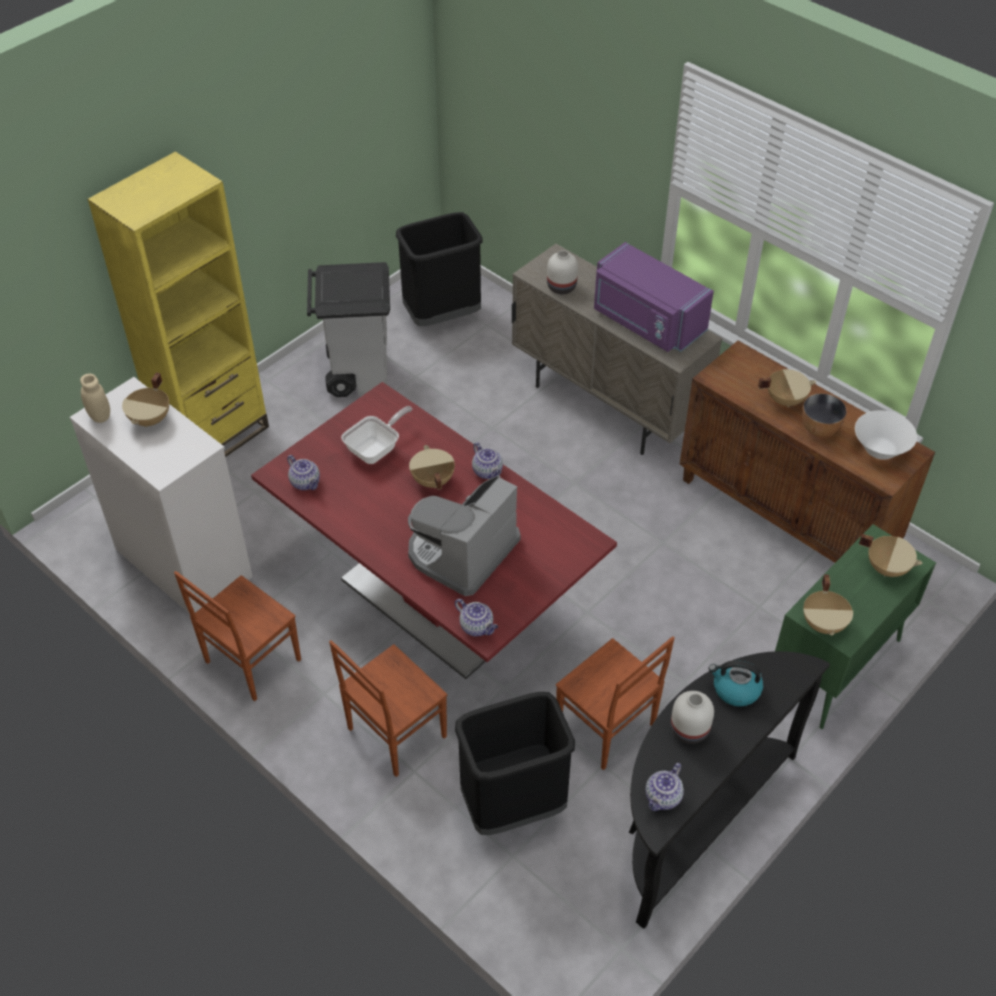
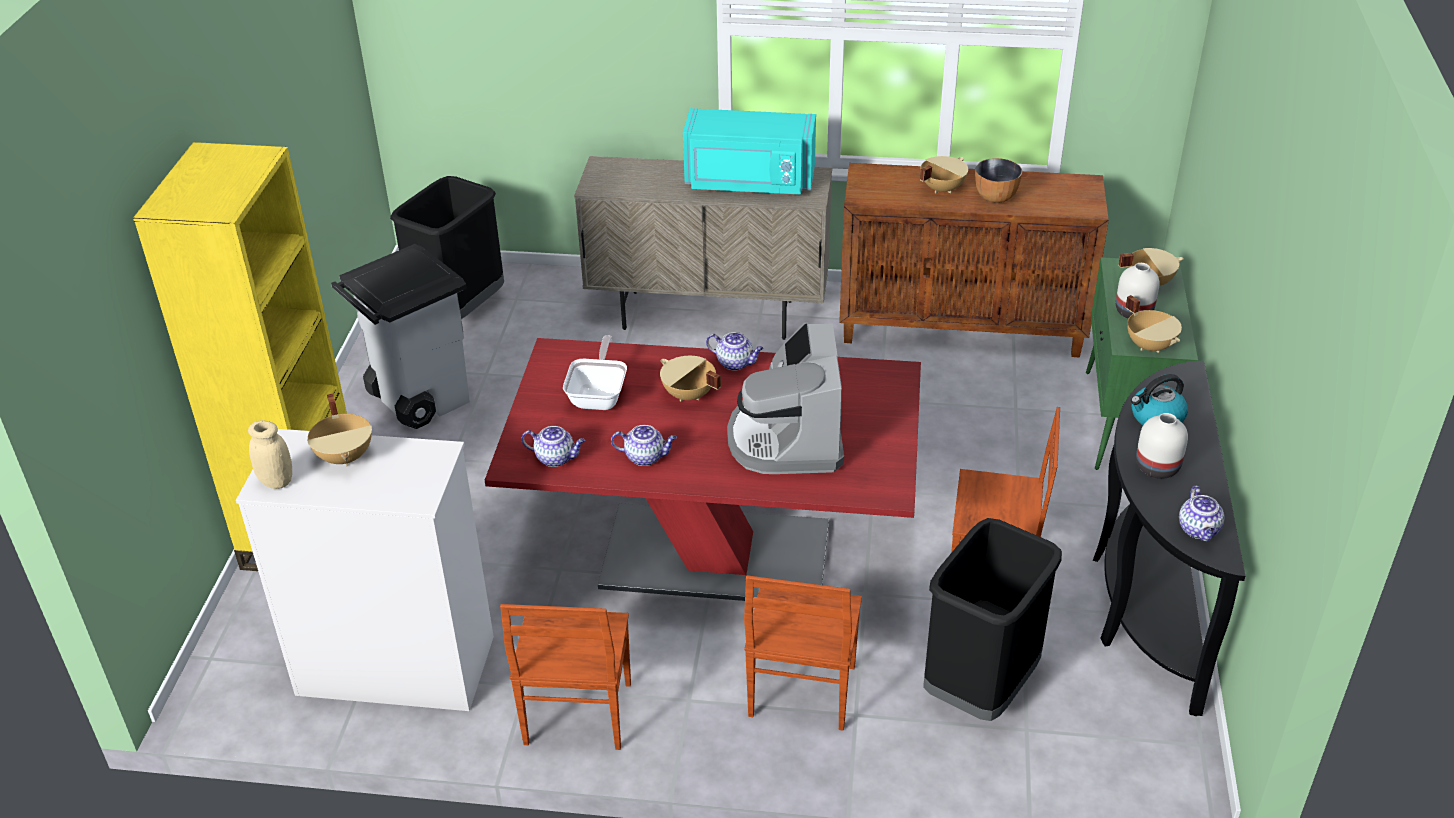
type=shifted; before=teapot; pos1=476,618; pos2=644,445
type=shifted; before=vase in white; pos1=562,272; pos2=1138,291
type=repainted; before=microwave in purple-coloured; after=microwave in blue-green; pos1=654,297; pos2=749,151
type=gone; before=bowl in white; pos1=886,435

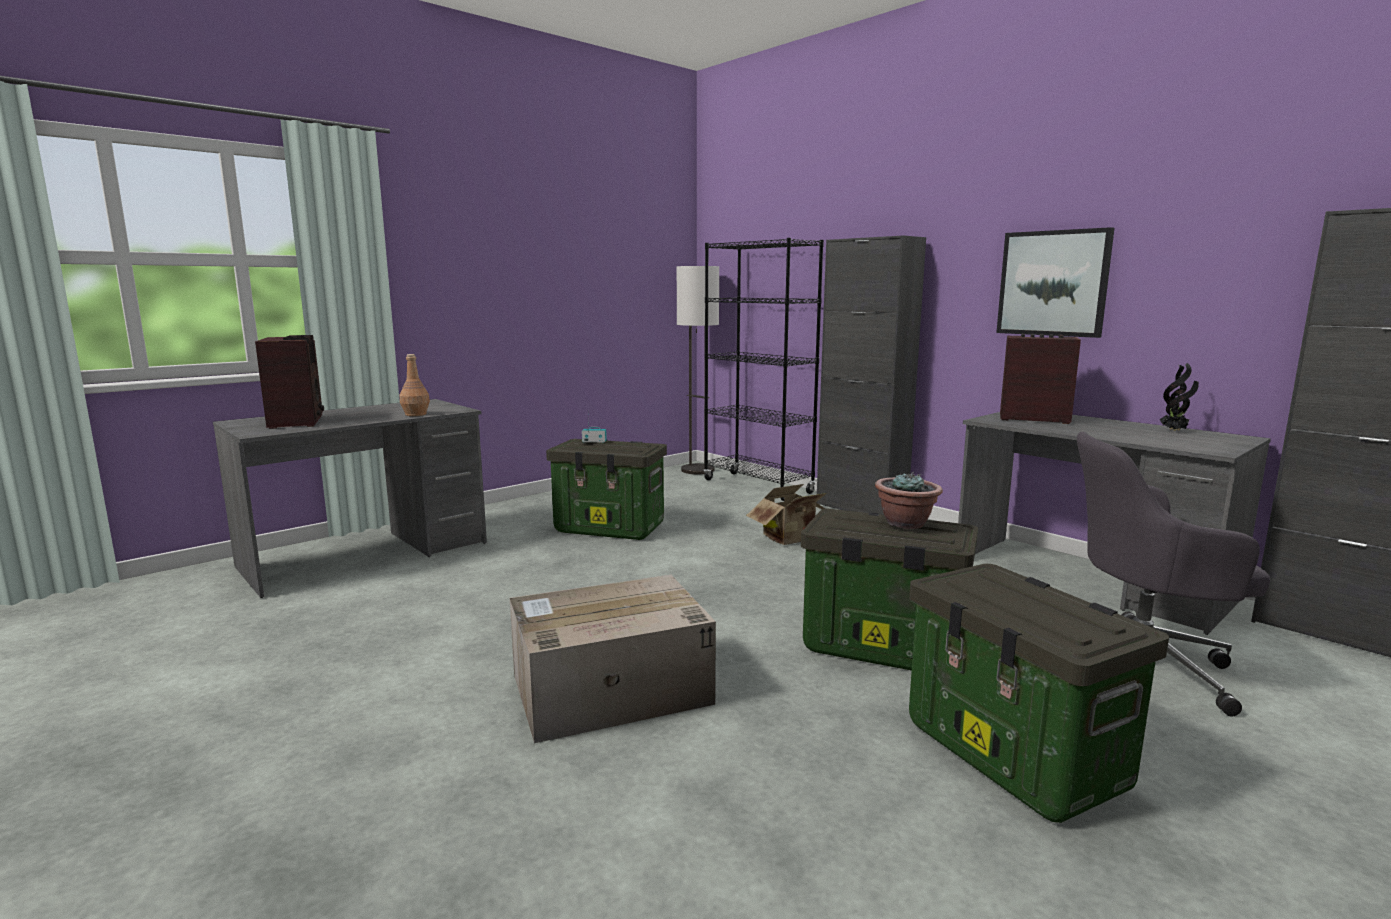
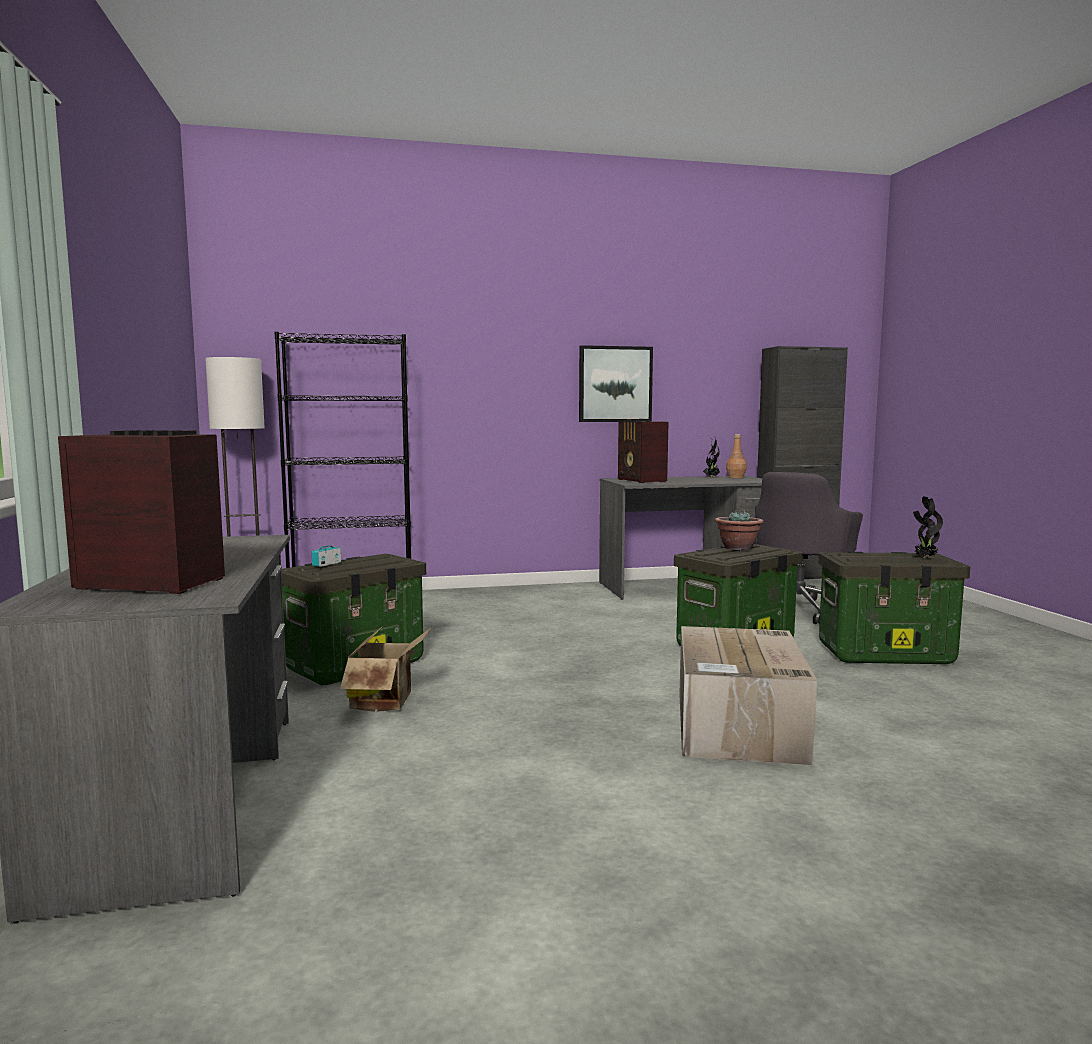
type=shifted; before=drink bottle in brownish; pos1=415,385; pos2=736,456
type=shifted; before=carton; pos1=786,514; pos2=386,668
type=gone; before=cabinet in blackish; pos1=871,375
type=rotated; before=radio set; pos1=1040,379; pos2=643,451; turn=-75
type=new; after=houseplant; pos2=928,527

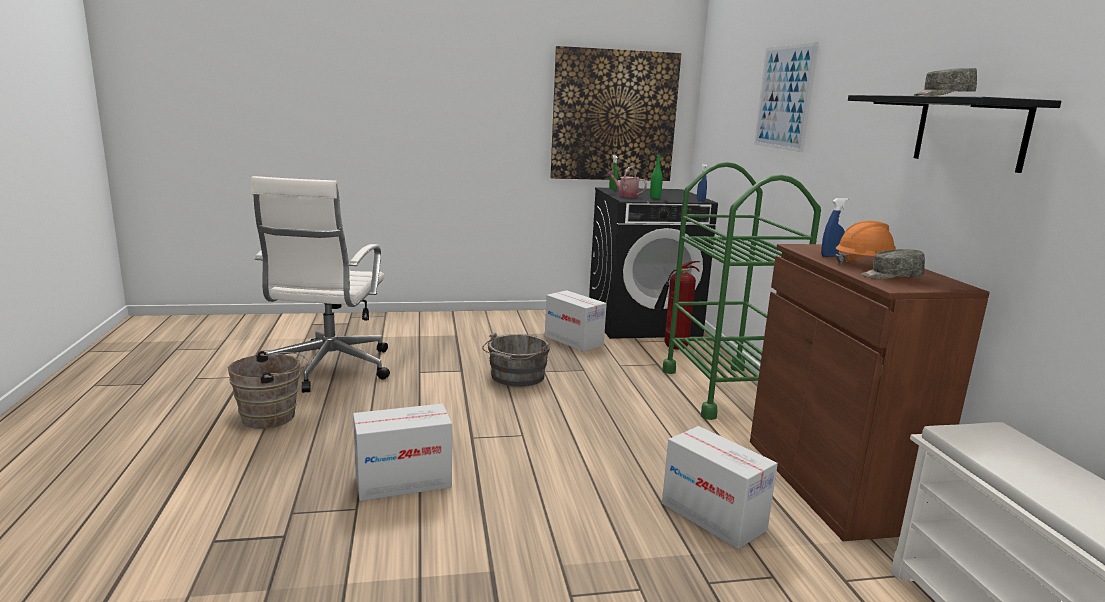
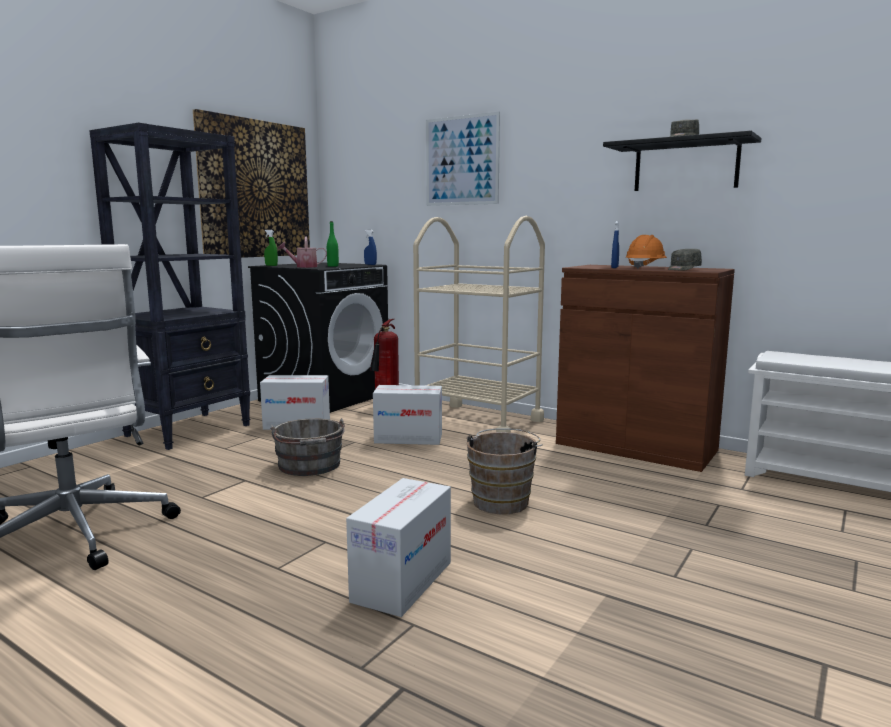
type=shifted; before=water bucket in brownish; pos1=268,390; pos2=504,471
type=repainted; before=cart in green; after=cart in sand-coloured; pos1=741,291; pos2=479,324
type=shifted; before=carton; pos1=720,487; pos2=407,415
type=new; after=shelving unit in blackish; pos2=169,286

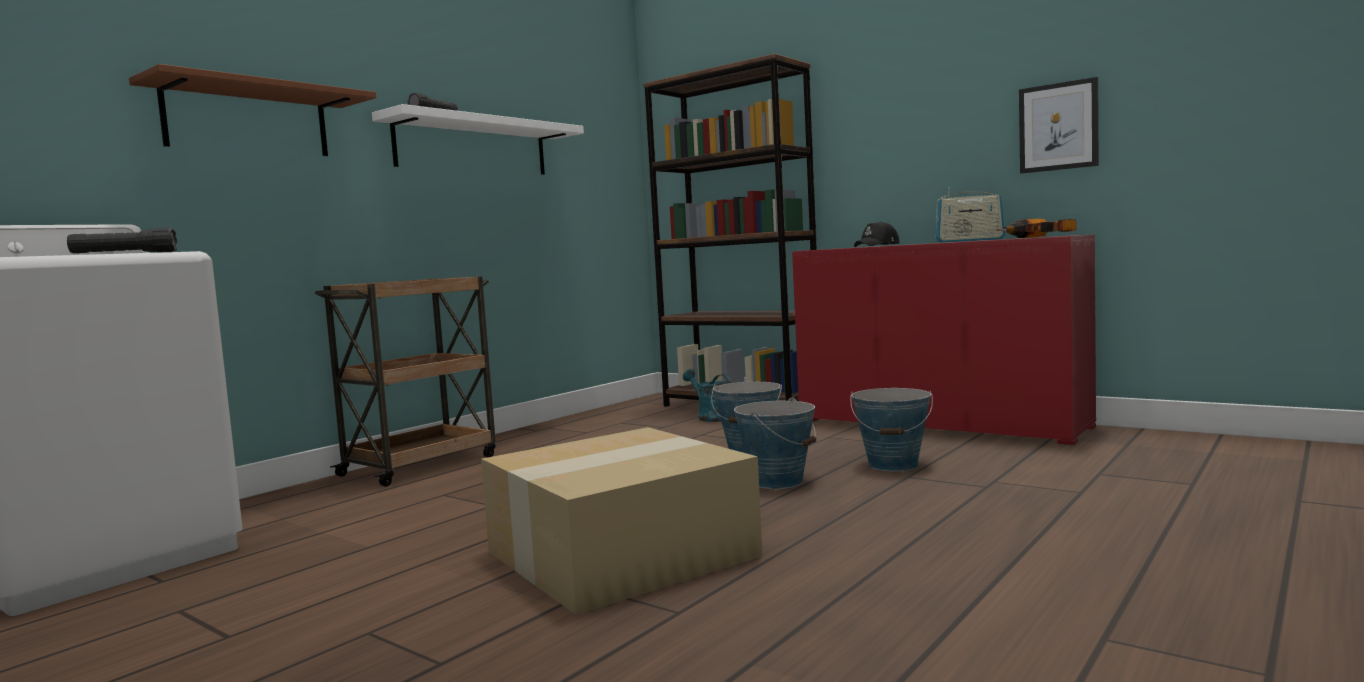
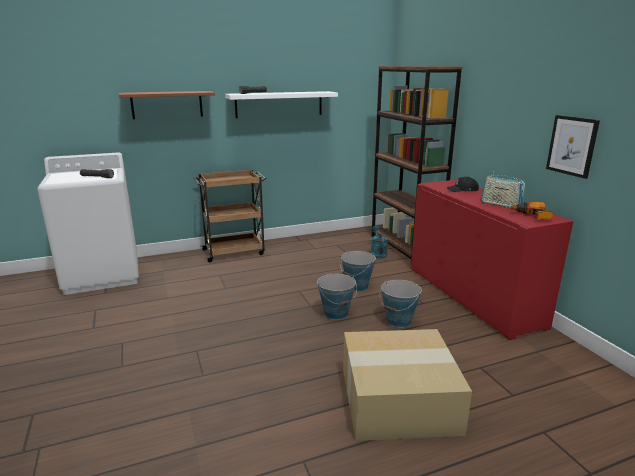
type=shifted; before=carton; pos1=622,521; pos2=407,385

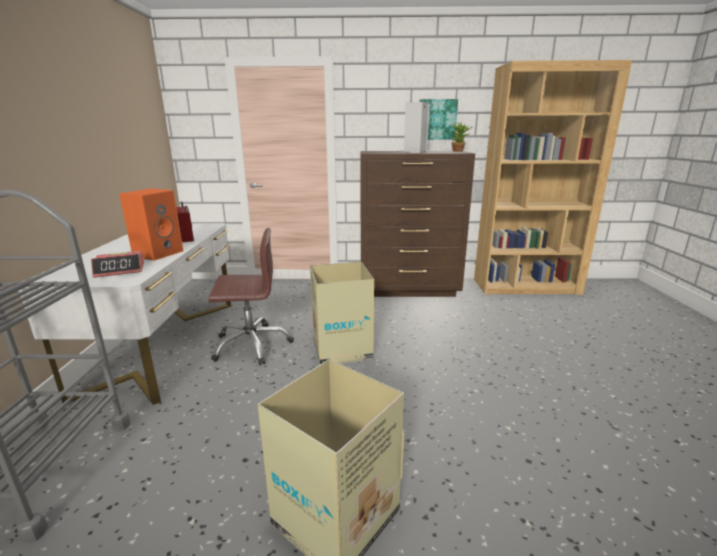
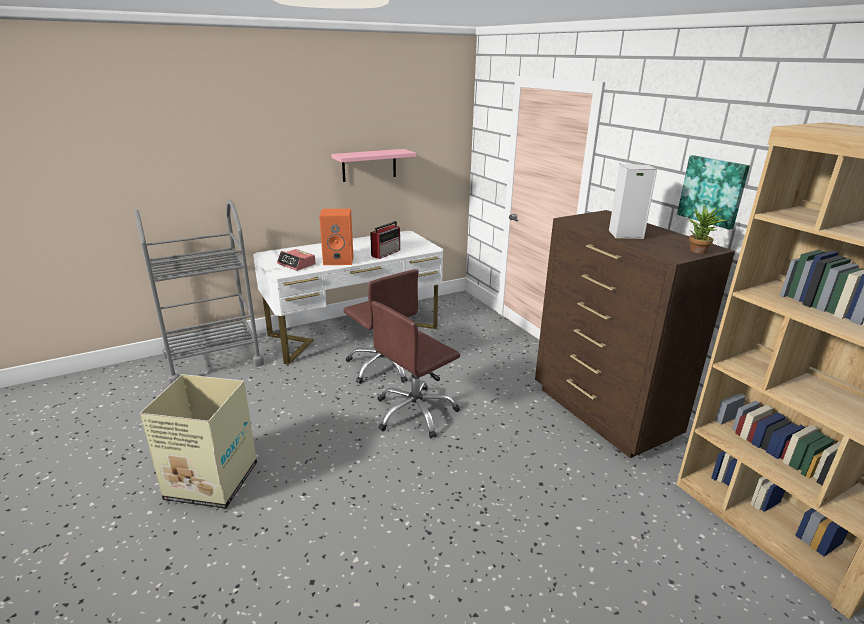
type=swapped; before=carton; after=computer chair in brownish; pos1=342,313; pos2=415,369
type=new; after=shelf in pinkish; pos2=373,165

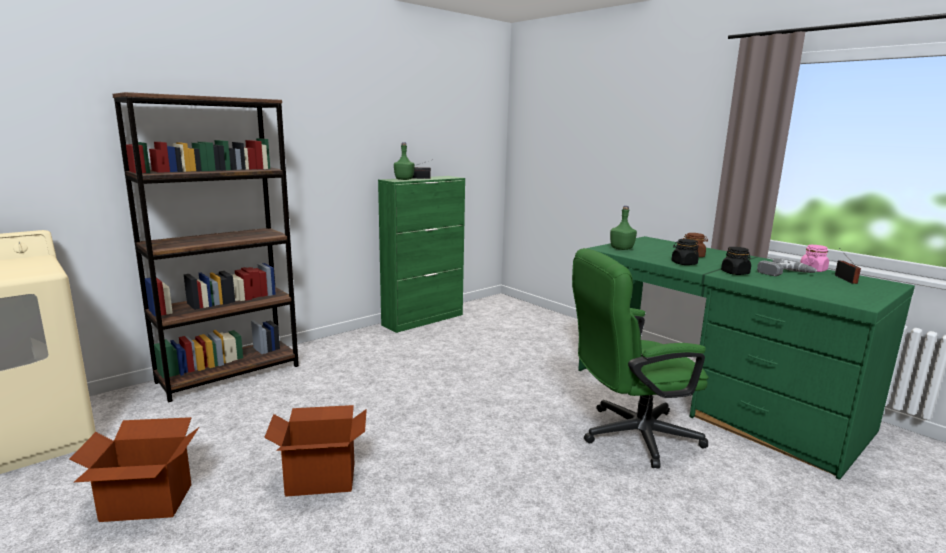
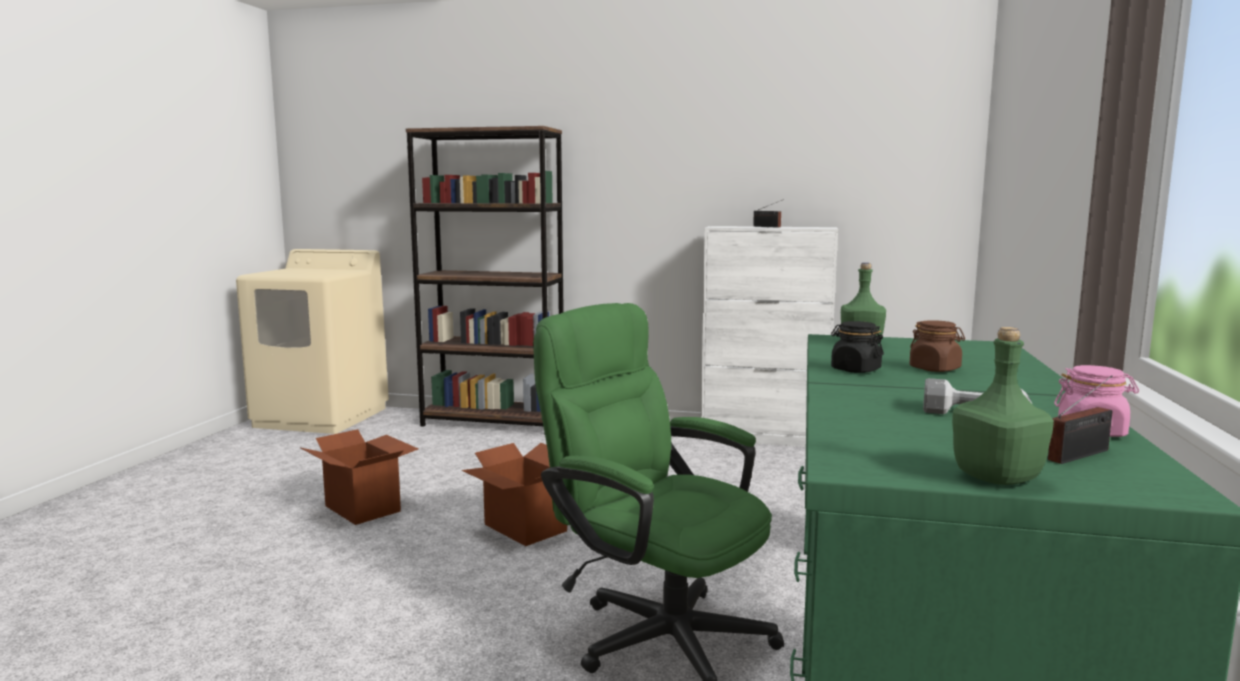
type=shifted; before=carton; pos1=134,469; pos2=514,494
type=repainted; before=cabinet in green; after=cabinet in white; pos1=421,254; pos2=769,336
type=shifted; before=drink bottle in green; pos1=404,161; pos2=1003,406
type=gone; before=storage jar in blackish; pos1=736,261

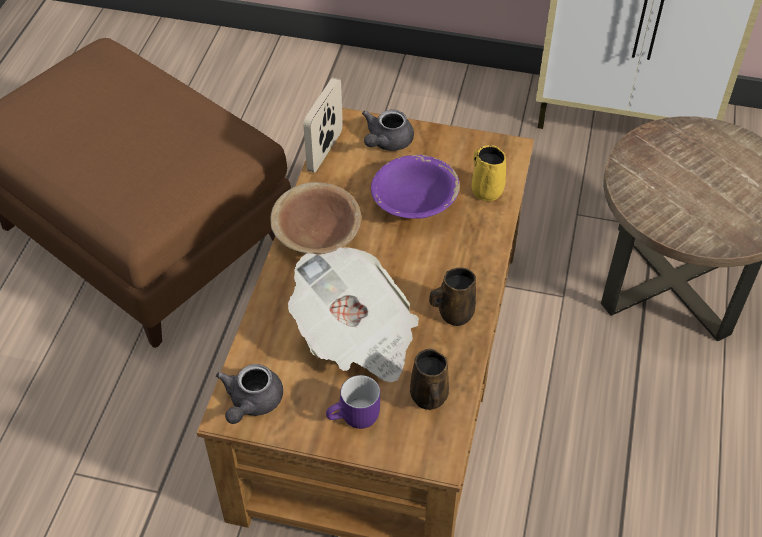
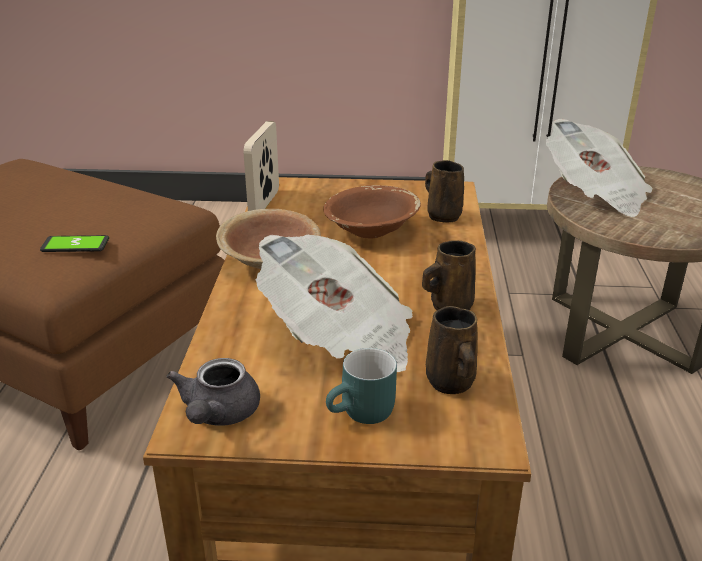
type=repainted; before=coffee mug in purple-coloured; after=coffee mug in blue-green; pos1=353,402; pos2=361,386
type=gone; before=teapot in grey; pos1=388,130
type=repainted; before=bowl in purple-coloured; after=bowl in brownish; pos1=415,187; pos2=372,211
type=repainted; before=coffee mug in yellow; after=coffee mug in brownish; pos1=488,173; pos2=444,191
type=new; after=phone; pos2=74,243
type=new; after=newspaper; pos2=599,168

